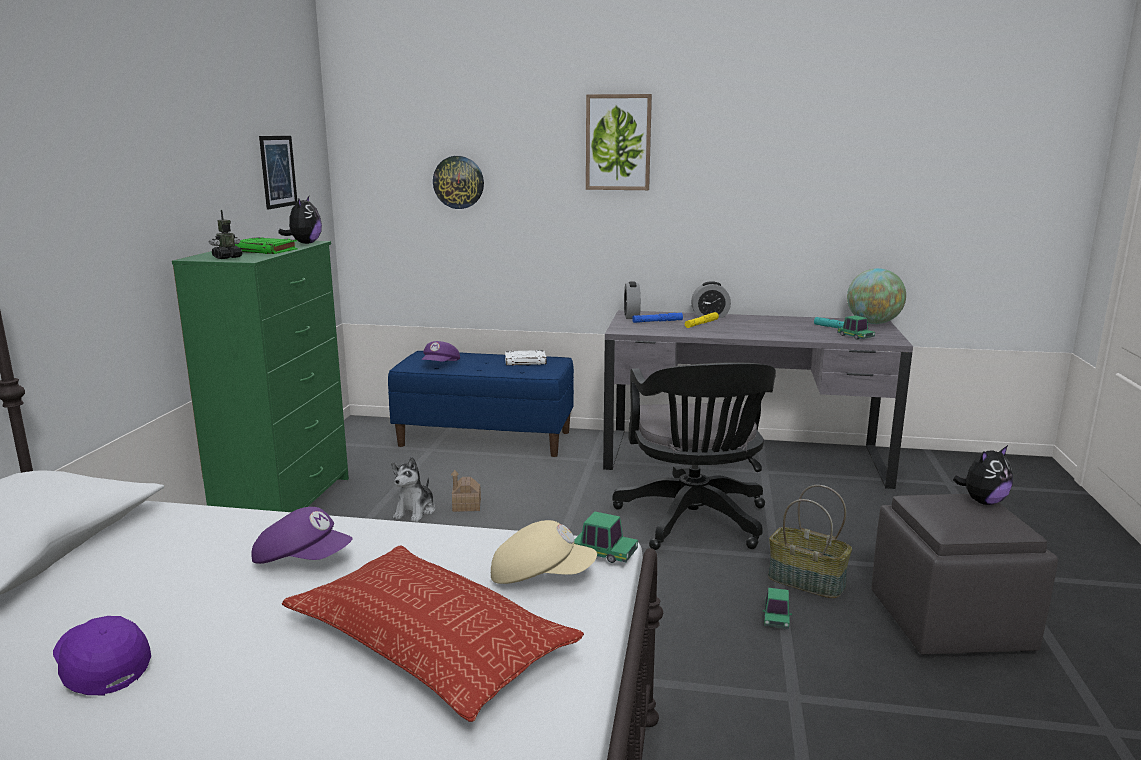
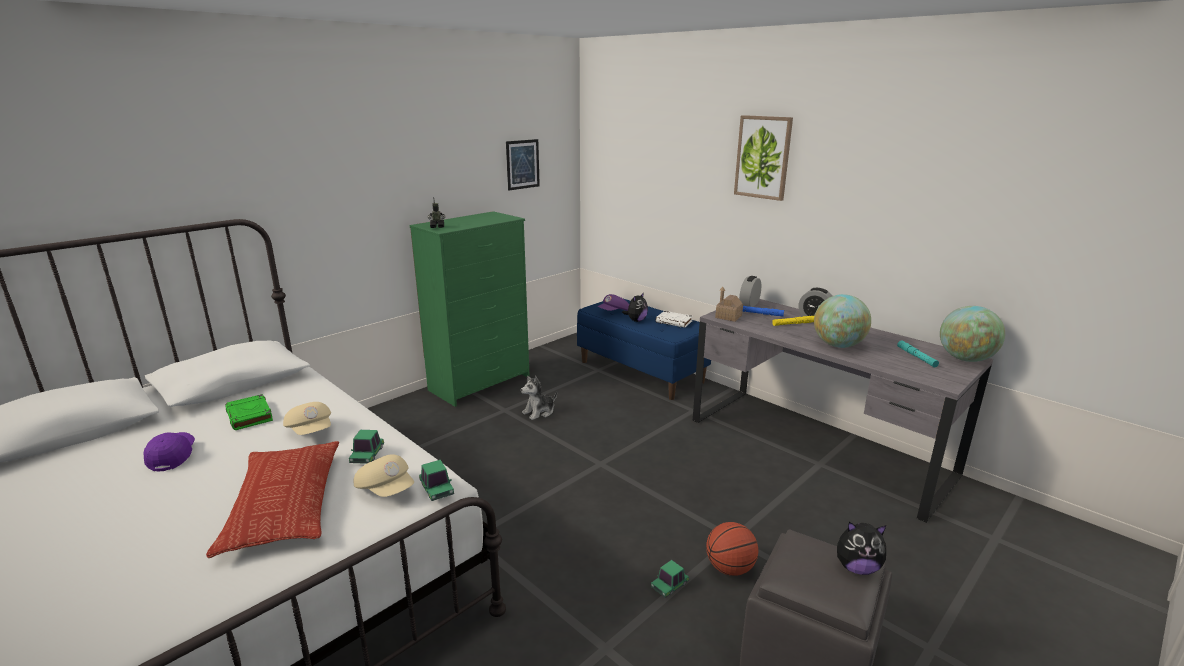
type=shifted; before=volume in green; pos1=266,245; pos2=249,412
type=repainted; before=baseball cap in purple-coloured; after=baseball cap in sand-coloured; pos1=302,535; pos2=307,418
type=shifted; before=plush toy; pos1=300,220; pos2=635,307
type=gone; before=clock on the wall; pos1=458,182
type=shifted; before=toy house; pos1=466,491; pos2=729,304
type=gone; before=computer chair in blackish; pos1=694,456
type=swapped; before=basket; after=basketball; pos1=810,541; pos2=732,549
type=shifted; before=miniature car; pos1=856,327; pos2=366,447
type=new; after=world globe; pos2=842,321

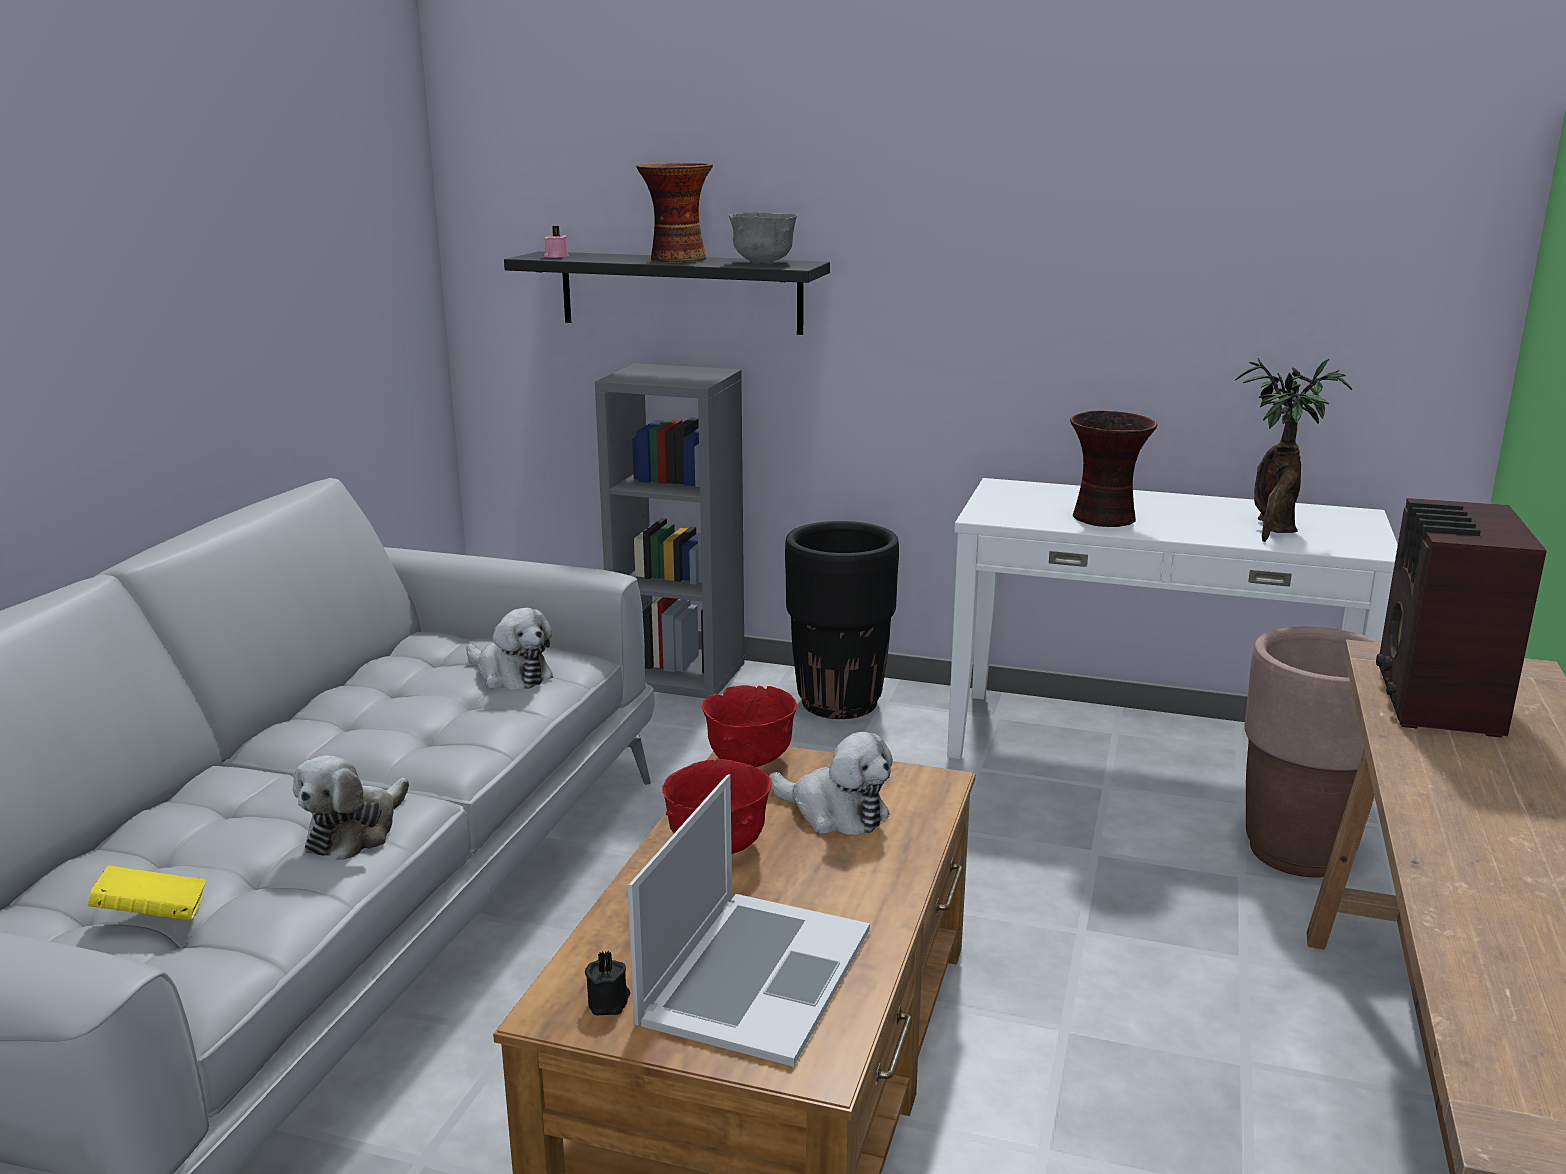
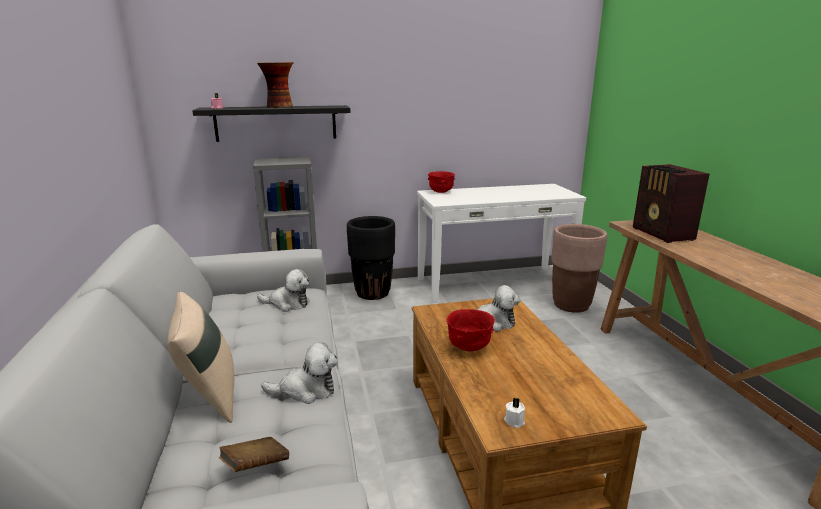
type=repainted; before=volume in yellow; after=volume in brownish; pos1=147,893; pos2=254,454
type=rotated; before=plush toy; pos1=351,808; pos2=299,373; turn=-90
type=repainted; before=wax candle in blackish; after=wax candle in white; pos1=607,983; pos2=514,412
type=gone; before=portable computer; pos1=749,920
type=shifted; before=bowl in red; pos1=749,726; pos2=441,182
type=gone; before=bowl in grey; pos1=762,237
type=gone; before=vase; pos1=1114,468
type=gone; before=houseplant; pos1=1293,450
type=new; after=pillow in sand-coloured; pos2=200,357

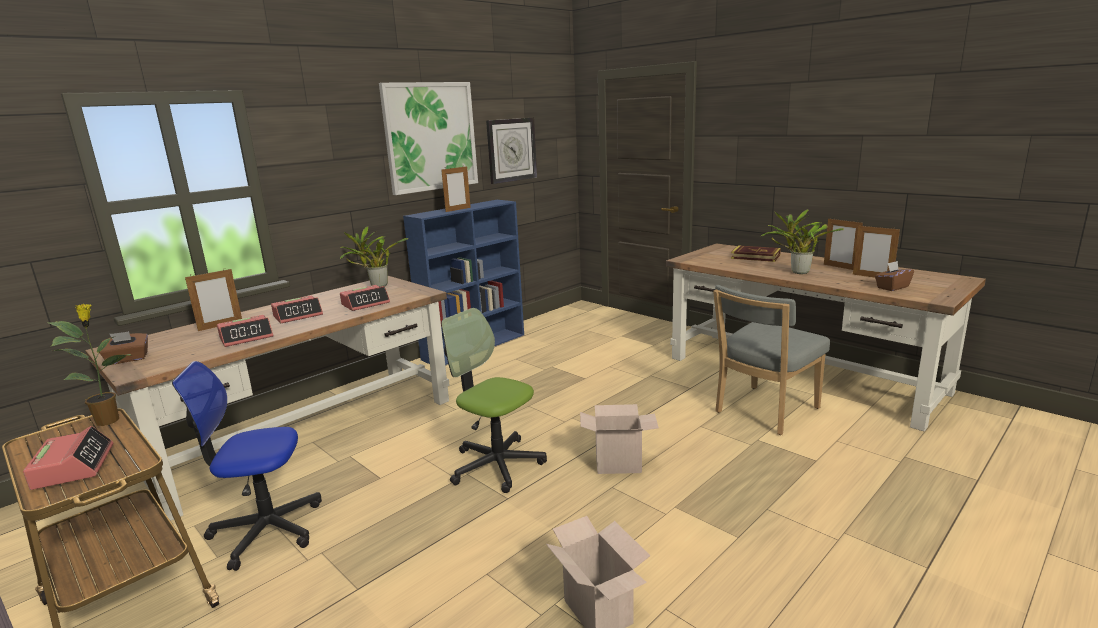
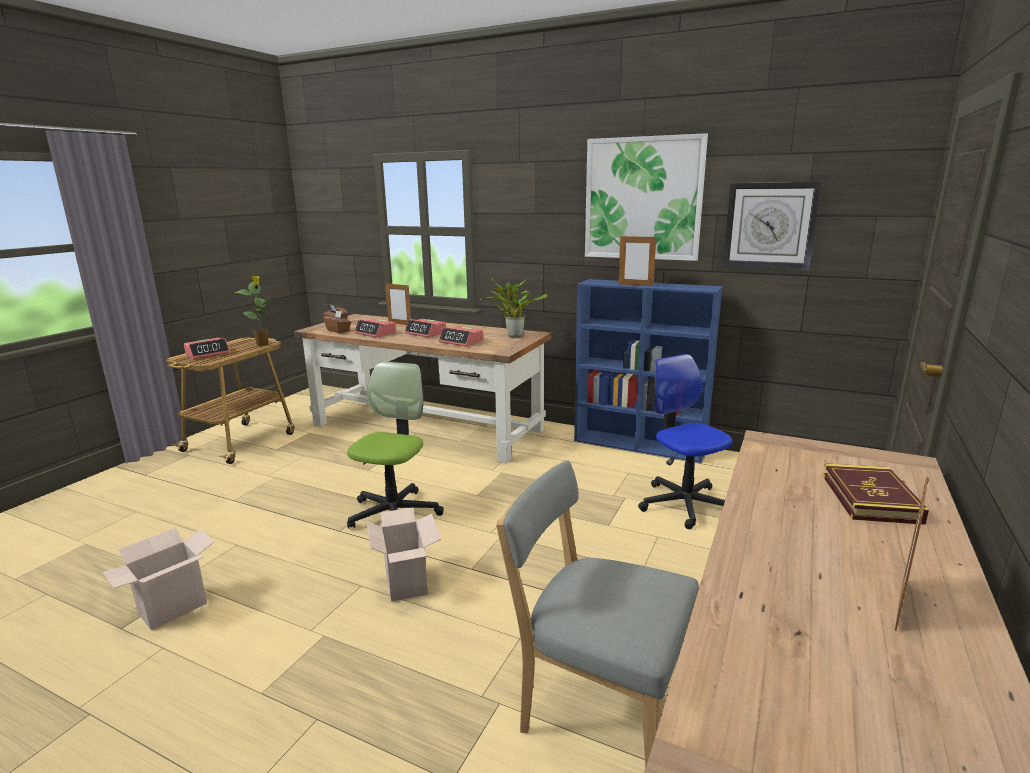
type=shifted; before=computer chair; pos1=247,466; pos2=685,441
type=gone; before=houseplant; pos1=802,241
type=gone; before=standing frame; pos1=876,251
type=shifted; before=tissue box in brownish; pos1=894,276; pos2=337,321

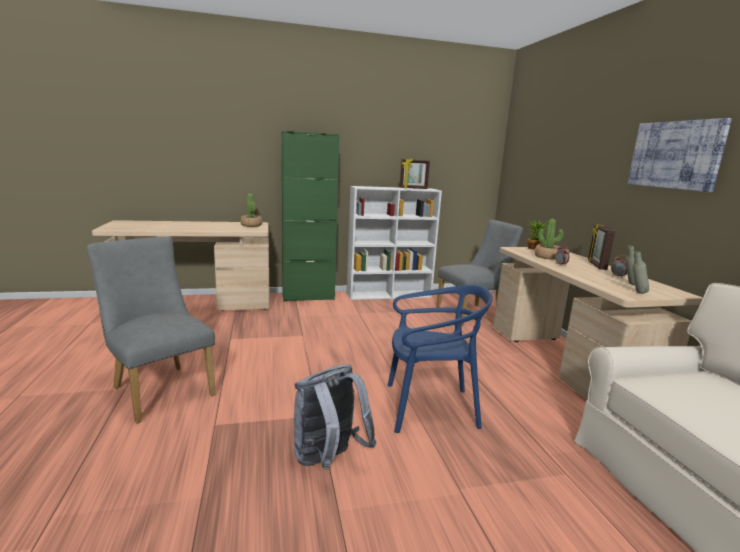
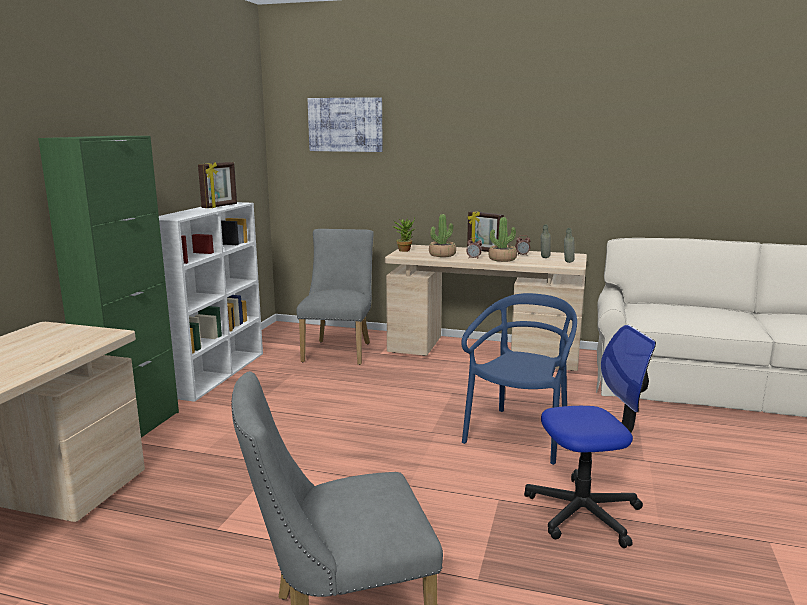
type=shifted; before=houseplant; pos1=251,210; pos2=502,239
type=swapped; before=knapsack in grey; after=computer chair; pos1=335,417; pos2=590,436
type=shifted; before=wall picture; pos1=680,155; pos2=345,124

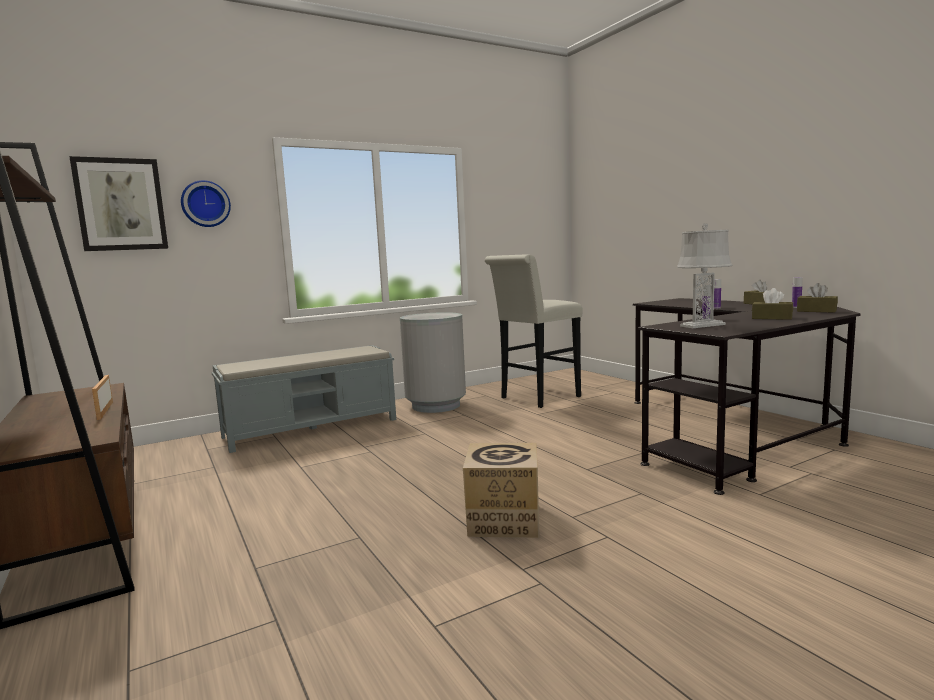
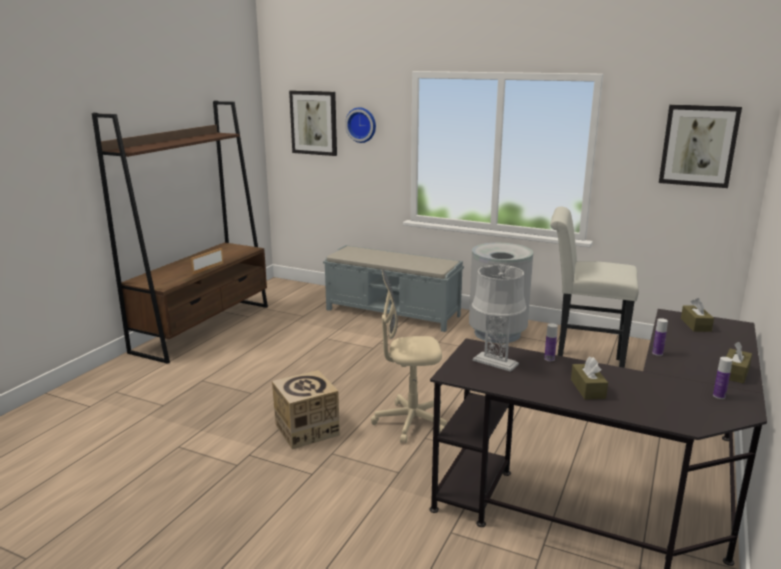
type=shifted; before=tissue box in brownish; pos1=817,298; pos2=697,315
type=new; after=computer chair in sand-coloured; pos2=409,356
type=new; after=wall picture; pos2=700,146

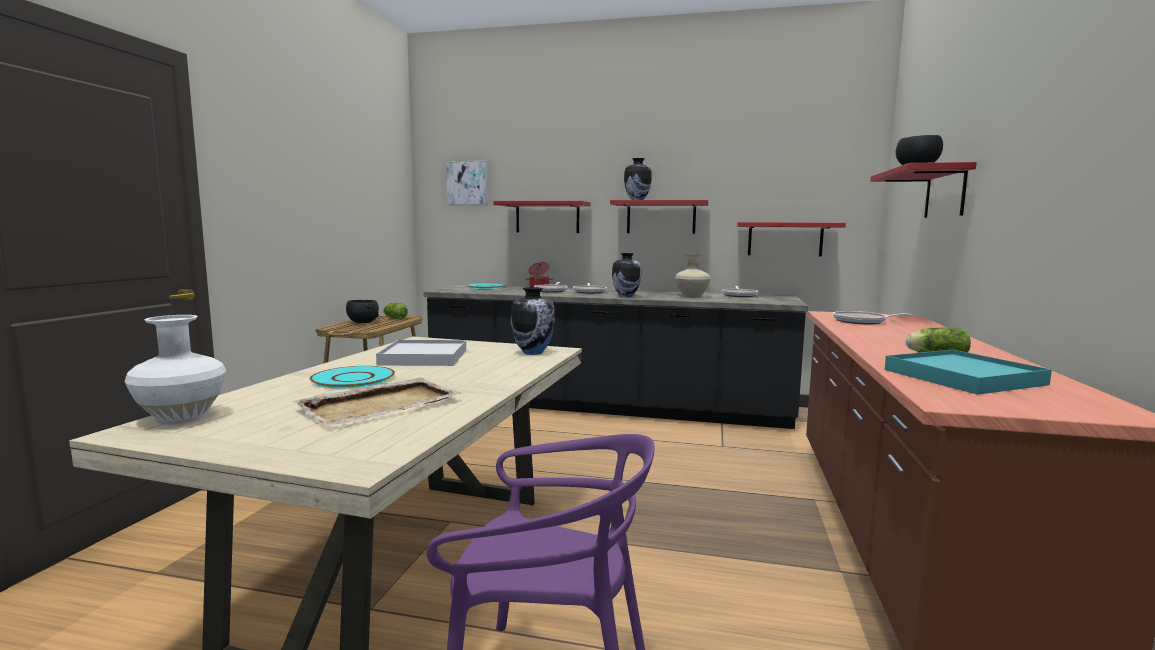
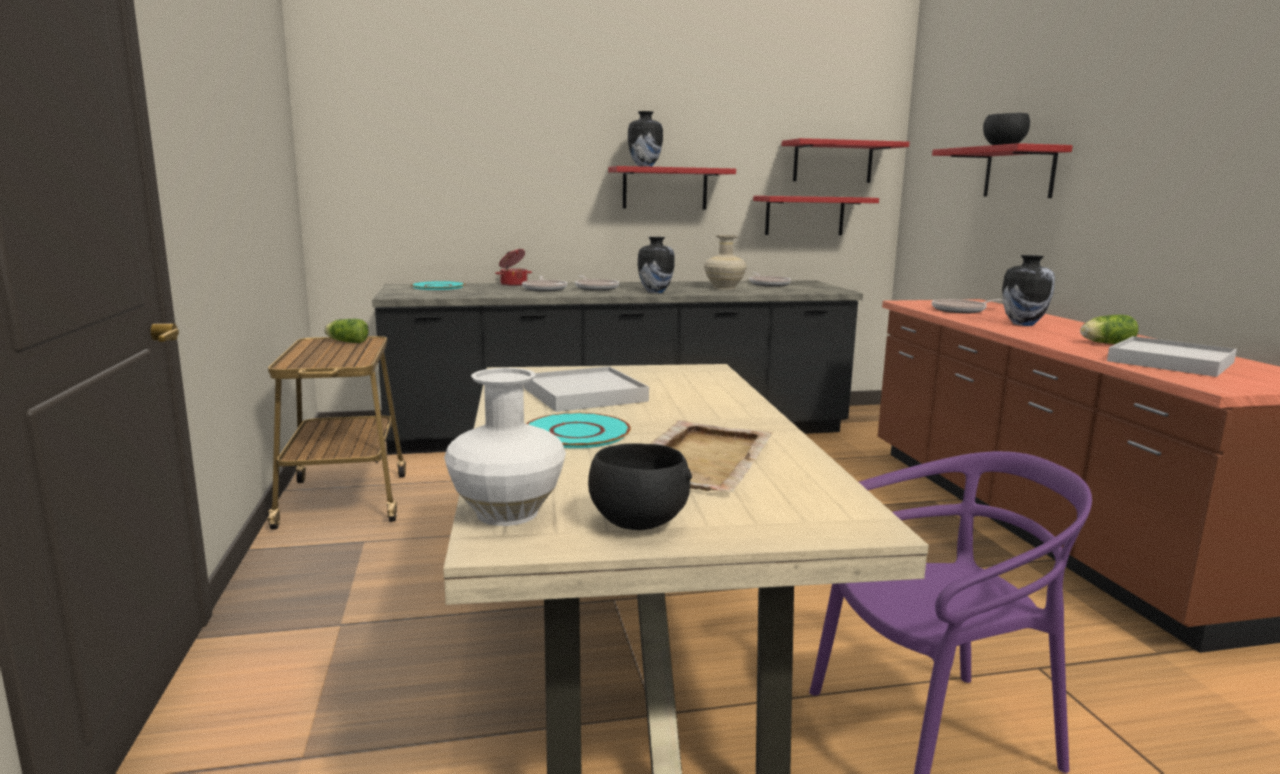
type=shifted; before=bowl in blackish; pos1=362,311; pos2=640,486
type=gone; before=wall picture; pos1=466,183
type=shifted; before=shelf in red; pos1=542,217; pos2=845,160
type=shifted; before=vase; pos1=533,321; pos2=1028,290
type=repainted; before=serving tray in blue-green; after=serving tray in white; pos1=968,372; pos2=1172,356

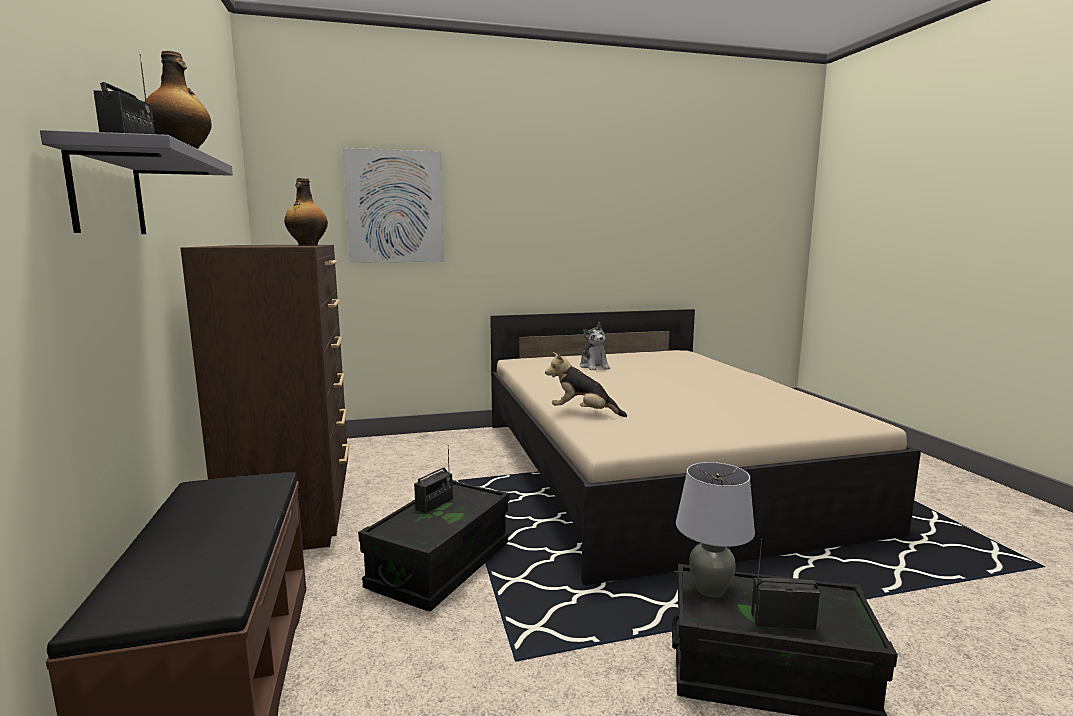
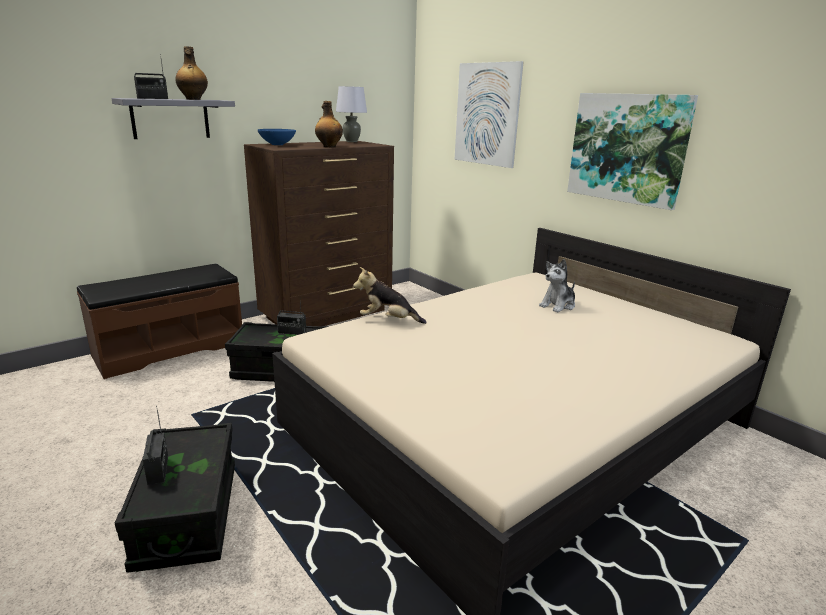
type=rotated; before=plush toy; pos1=586,384; pos2=390,295; turn=-75
type=shifted; before=lamp for a table in grey; pos1=715,530; pos2=351,114
type=new; after=bowl in blue-coloured; pos2=277,137
type=new; after=wall picture; pos2=632,151

